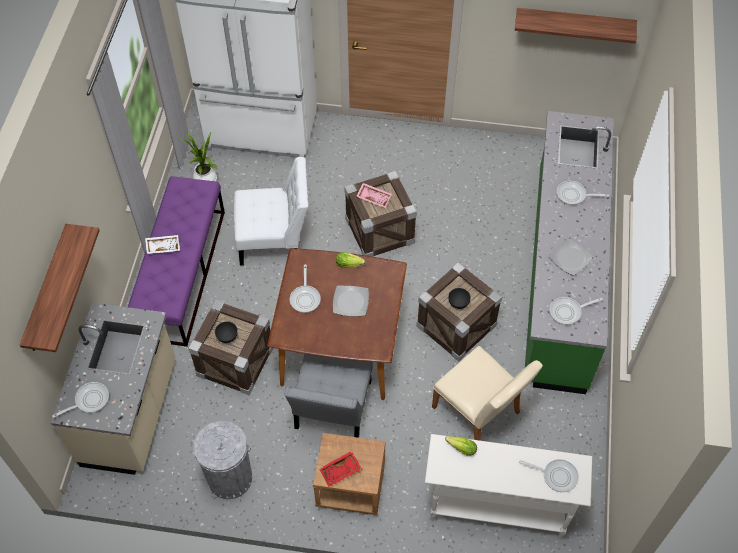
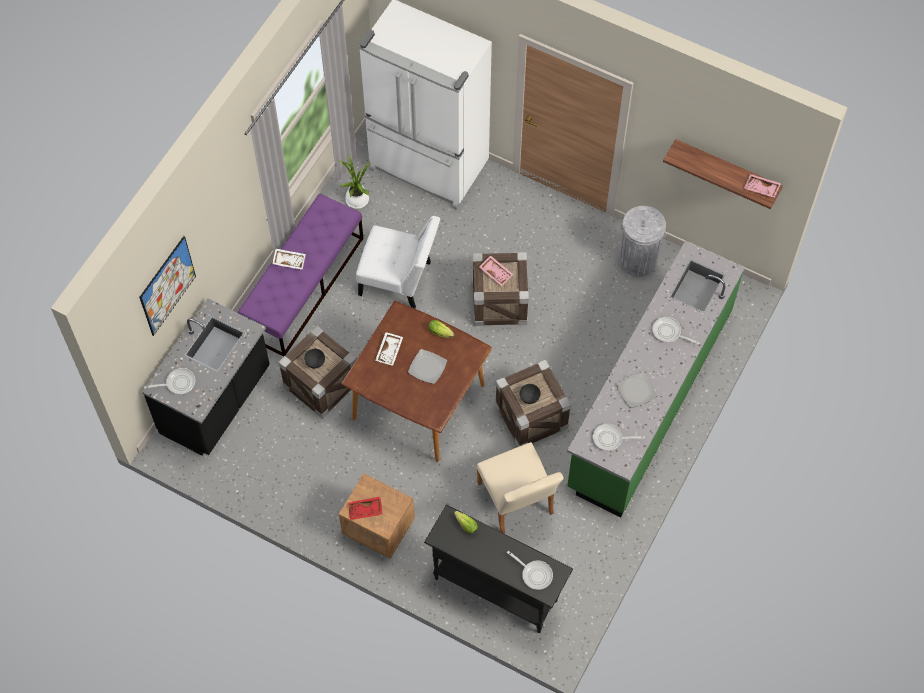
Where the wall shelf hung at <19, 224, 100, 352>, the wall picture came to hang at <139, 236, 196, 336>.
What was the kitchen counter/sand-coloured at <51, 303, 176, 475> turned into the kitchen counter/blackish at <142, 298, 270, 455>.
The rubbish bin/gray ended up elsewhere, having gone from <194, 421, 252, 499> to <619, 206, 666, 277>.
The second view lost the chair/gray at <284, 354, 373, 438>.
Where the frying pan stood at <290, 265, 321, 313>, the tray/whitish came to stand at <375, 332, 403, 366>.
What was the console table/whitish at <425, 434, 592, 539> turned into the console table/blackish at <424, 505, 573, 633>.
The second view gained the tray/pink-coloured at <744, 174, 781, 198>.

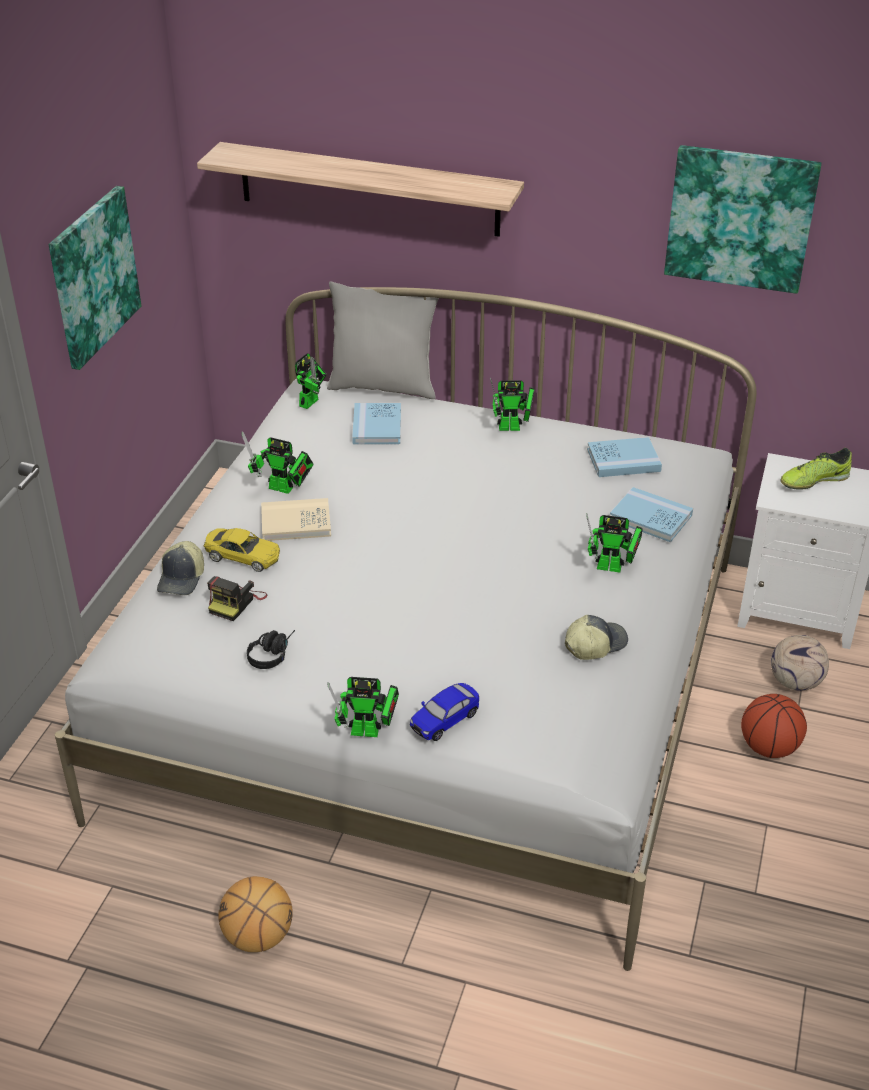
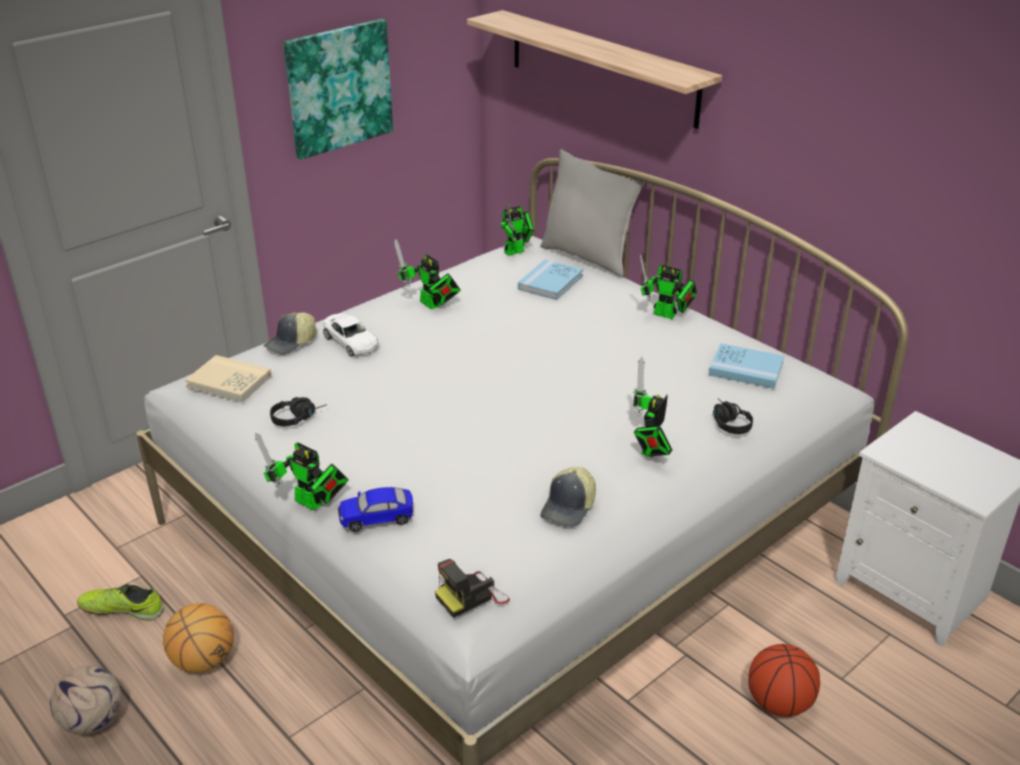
What was the toy car/yellow at <204, 528, 280, 572> turned into the toy car/whitish at <322, 313, 379, 357>.
The photo camera ended up elsewhere, having gone from <207, 576, 267, 621> to <435, 559, 510, 618>.
The volume/sand-coloured ended up elsewhere, having gone from <261, 498, 331, 541> to <185, 355, 272, 403>.
The baseball cap at <565, 615, 628, 660> ended up facing another way, 120 degrees clockwise from before.
The model robot at <586, 513, 643, 573> ended up facing another way, 75 degrees clockwise from before.
Where the volume/blue stood at <610, 487, 693, 542>, the pair of headphones/blackish came to stand at <713, 399, 753, 434>.
The second view lost the wall picture at <664, 145, 822, 294>.
The football ball ended up elsewhere, having gone from <771, 635, 829, 691> to <50, 666, 122, 735>.
The low shoe ended up elsewhere, having gone from <780, 448, 852, 490> to <77, 584, 164, 621>.

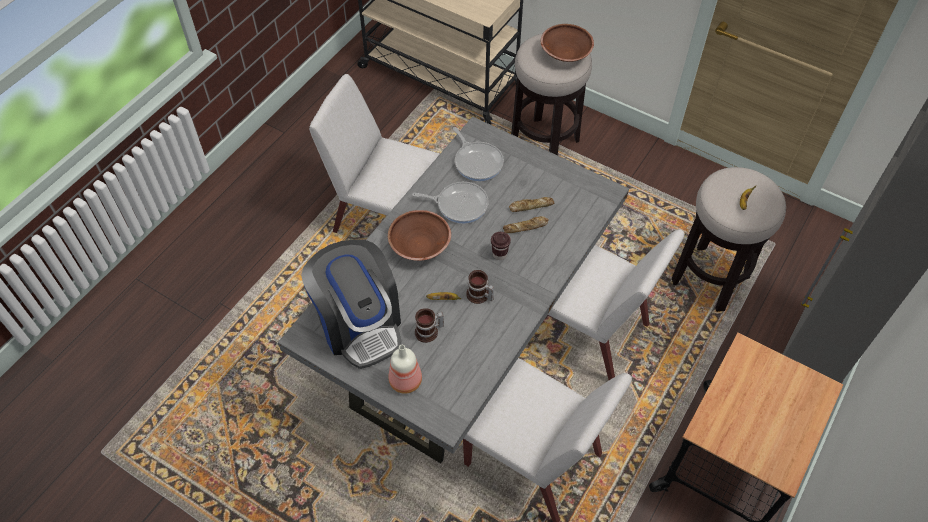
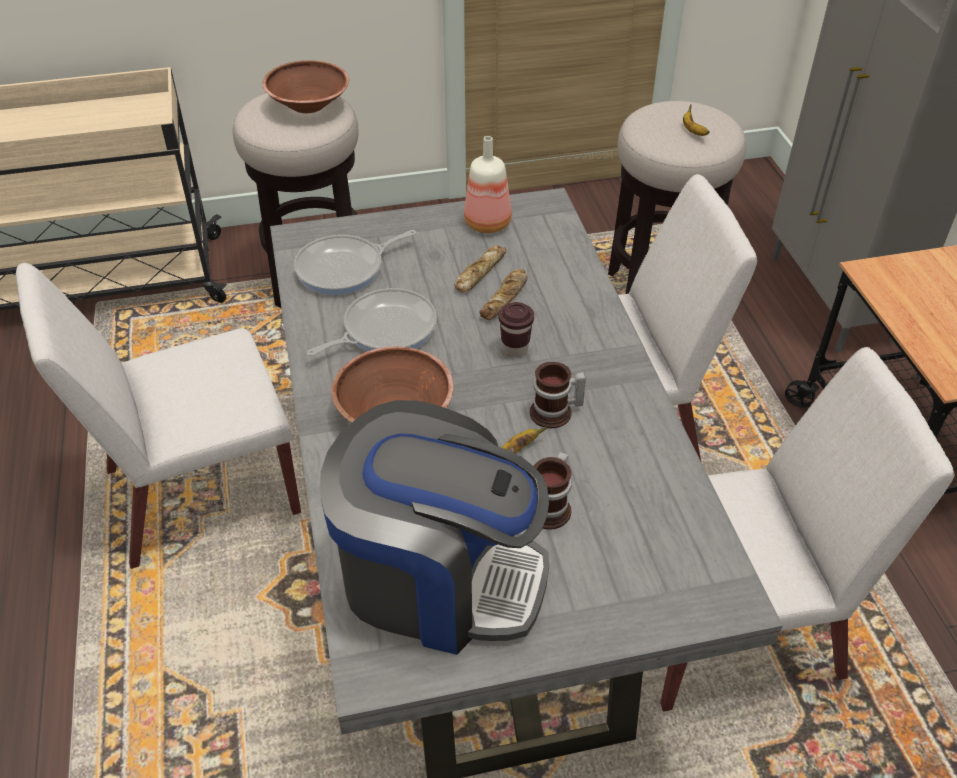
The beverage bottle ended up elsewhere, having gone from <389, 345, 422, 394> to <464, 136, 512, 233>.
The frying pan at <453, 127, 504, 181> ended up facing another way, 135 degrees clockwise from before.

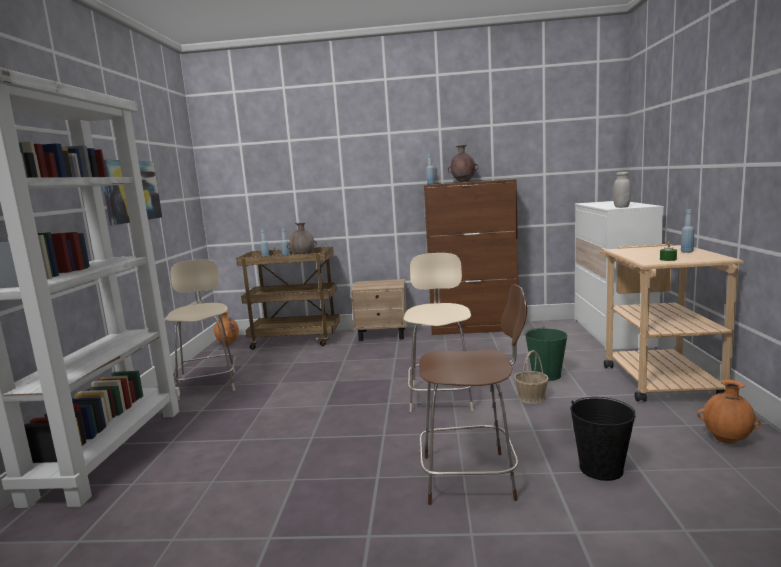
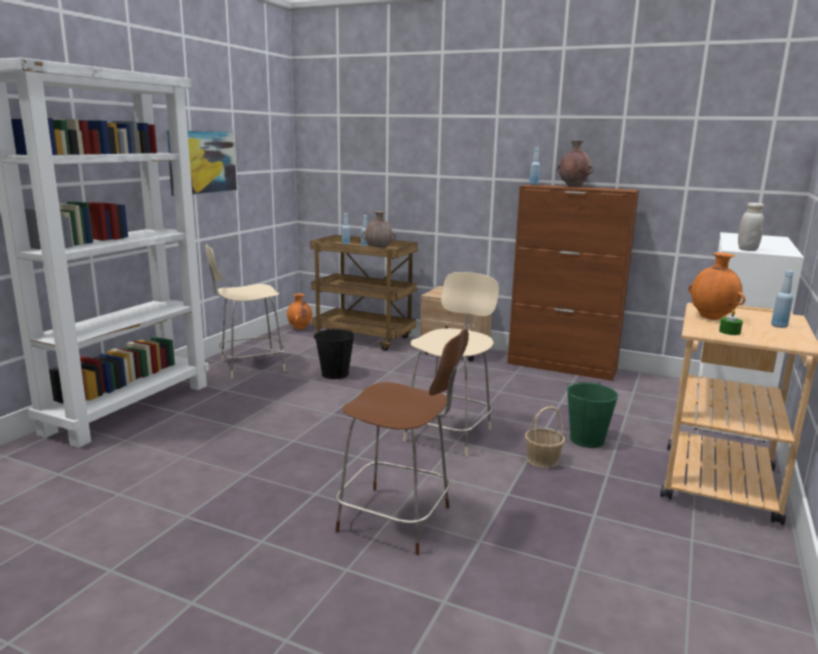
The chair/sand-coloured at <165, 259, 236, 400> ended up facing another way, 120 degrees counterclockwise from before.
The bucket/blackish ended up elsewhere, having gone from <570, 397, 636, 481> to <315, 328, 355, 379>.
The vase/orangey ended up elsewhere, having gone from <697, 380, 761, 444> to <688, 252, 745, 320>.

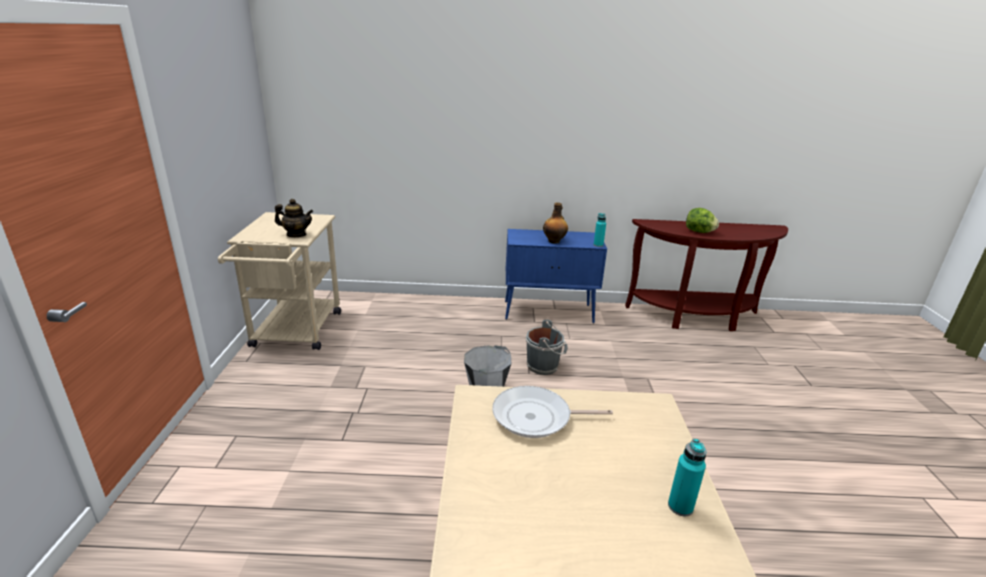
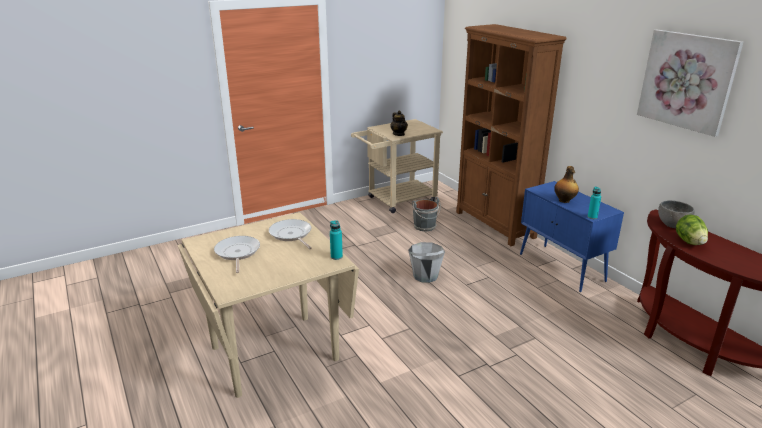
The bucket/gray ended up elsewhere, having gone from <526, 319, 567, 375> to <412, 197, 441, 231>.
The beverage bottle/blue-green ended up elsewhere, having gone from <668, 439, 706, 516> to <330, 220, 343, 260>.
The second view gained the frying pan at <214, 236, 260, 273>.
The second view gained the shelving unit/brown-coloured at <456, 24, 566, 246>.
The second view gained the wall picture at <637, 30, 743, 137>.
The second view gained the bowl/gray at <658, 200, 695, 228>.

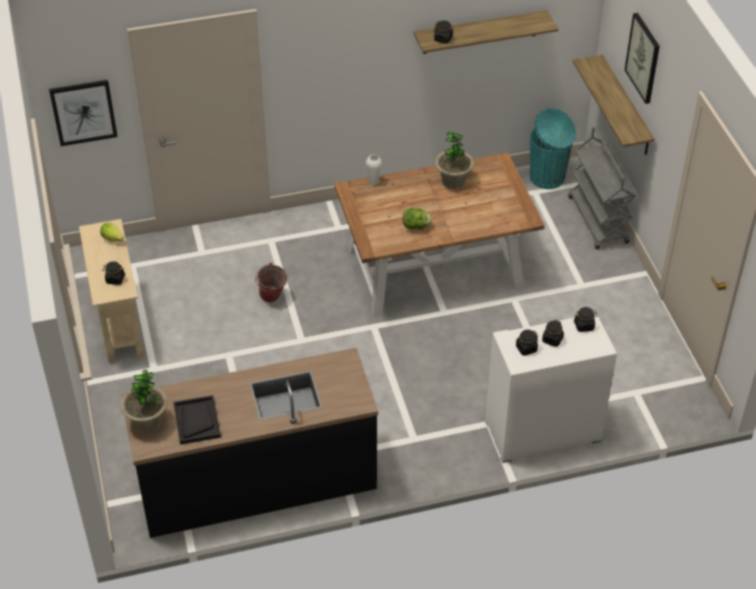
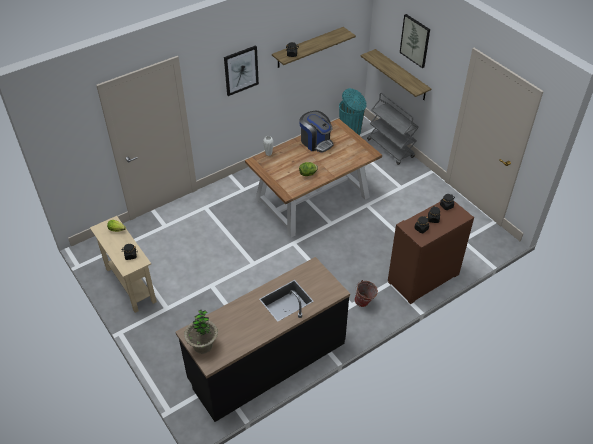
The wall picture ended up elsewhere, having gone from <49, 80, 118, 146> to <224, 45, 259, 96>.
The second view lost the tray/blackish at <173, 395, 221, 445>.
The bucket ended up elsewhere, having gone from <255, 263, 287, 302> to <354, 280, 378, 307>.
Where the plant in a pot stood at <435, 131, 474, 189>, the coffee brewer came to stand at <299, 111, 334, 152>.
What was the cabinet/whitish at <486, 312, 617, 463> turned into the cabinet/brown-coloured at <388, 200, 474, 304>.

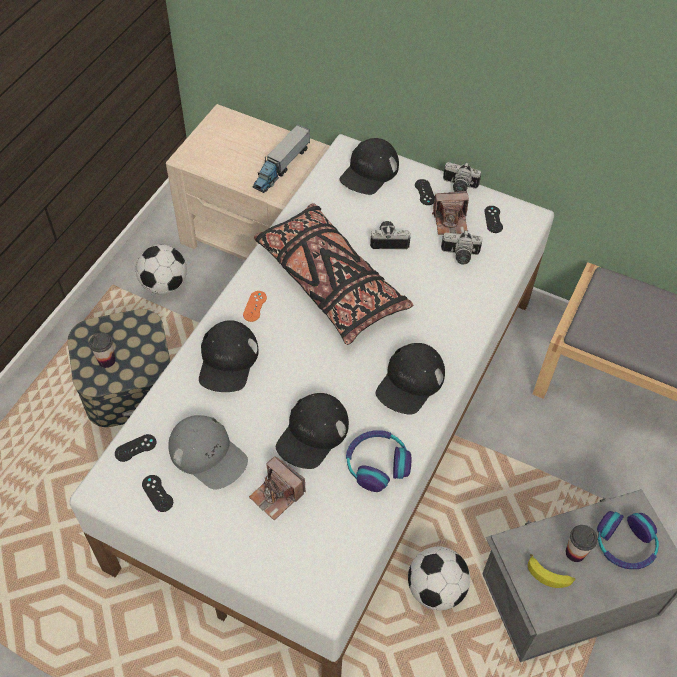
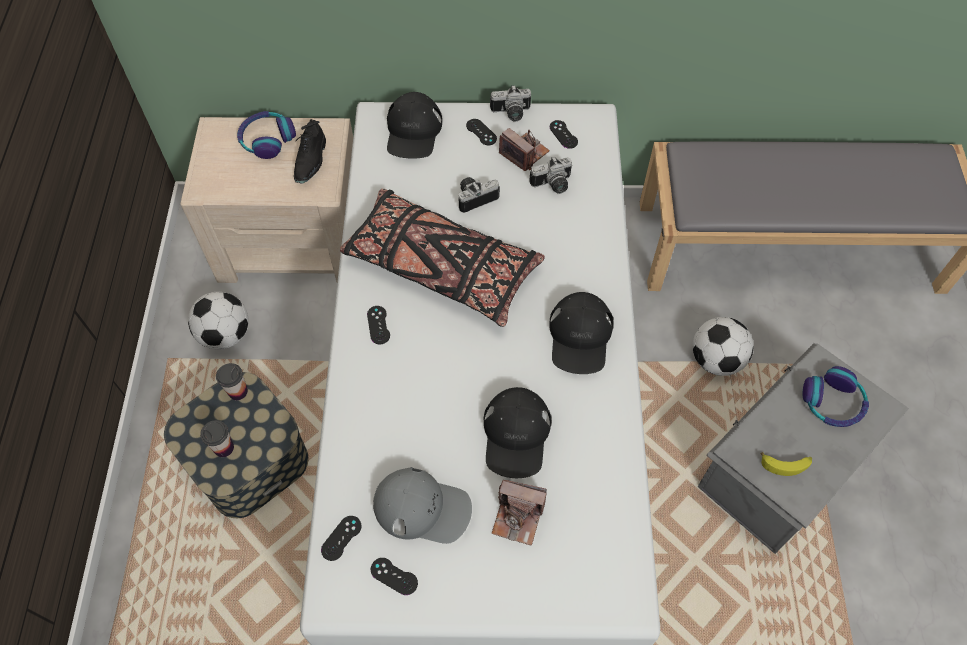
The second view lost the baseball cap/blackish at <199, 320, 259, 392>.
What was the game controller/orangey at <243, 291, 267, 322> turned into the game controller/blackish at <367, 306, 390, 344>.
Where the toy truck stood at <252, 124, 310, 193>, the low shoe/blackish came to stand at <294, 119, 326, 184>.
The pair of headphones ended up elsewhere, having gone from <346, 430, 411, 492> to <237, 111, 296, 159>.
The football ball ended up elsewhere, having gone from <408, 547, 470, 610> to <693, 317, 753, 376>.
The photo camera at <432, 191, 469, 235> ended up facing another way, 105 degrees counterclockwise from before.
The small cup ended up elsewhere, having gone from <566, 525, 598, 562> to <216, 363, 248, 400>.

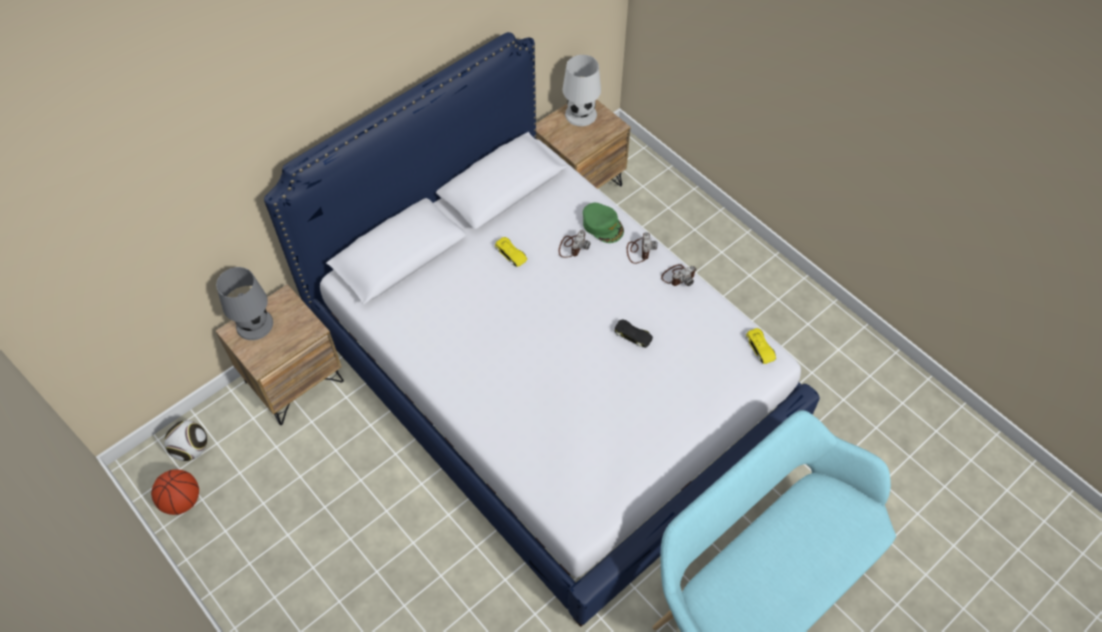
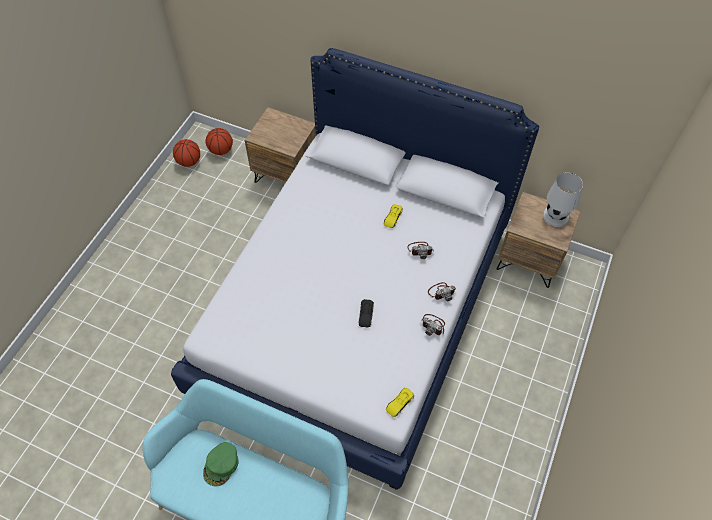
Where the football ball stood at <164, 420, 207, 461>, the ball for basketball came to stand at <205, 128, 233, 155>.
The second view lost the table lamp/gray at <216, 267, 273, 340>.
The baseball cap/green-coloured ended up elsewhere, having gone from <583, 203, 624, 243> to <203, 442, 238, 487>.

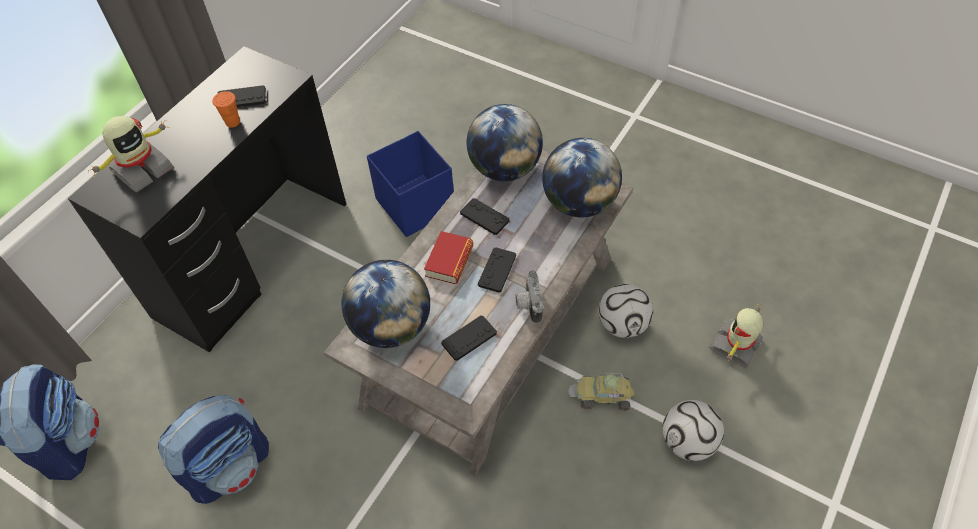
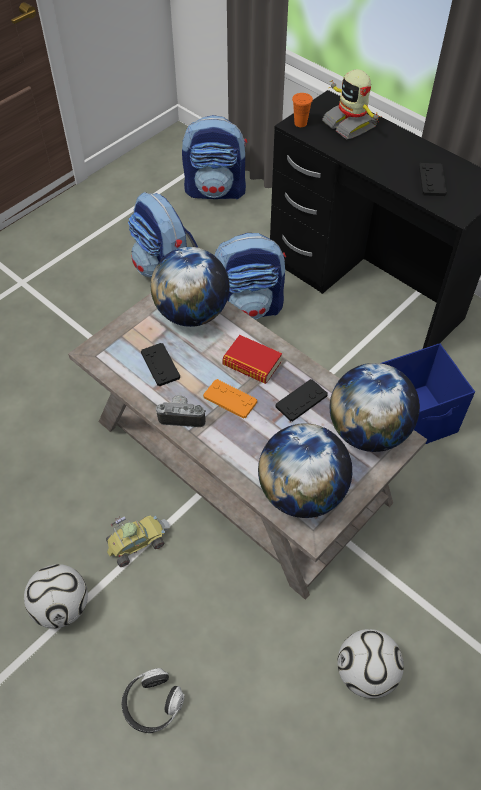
The small cup/orangey ended up elsewhere, having gone from <212, 91, 240, 128> to <292, 93, 313, 127>.
What was the game controller/blackish at <478, 247, 516, 293> turned into the game controller/orangey at <203, 379, 257, 419>.
The toy car at <568, 373, 634, 411> ended up facing another way, 45 degrees clockwise from before.
The football ball ended up elsewhere, having gone from <598, 284, 653, 338> to <337, 629, 404, 699>.
Where the model robot stood at <709, 305, 763, 368>, the pair of headphones came to stand at <122, 668, 184, 733>.
The second view gained the rucksack at <214, 233, 286, 319>.

